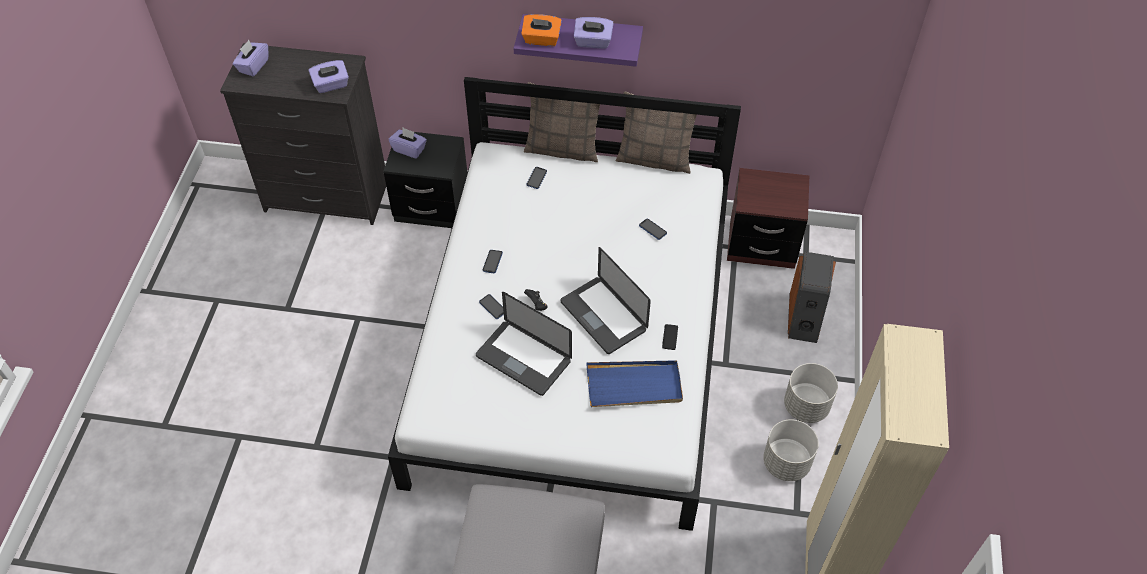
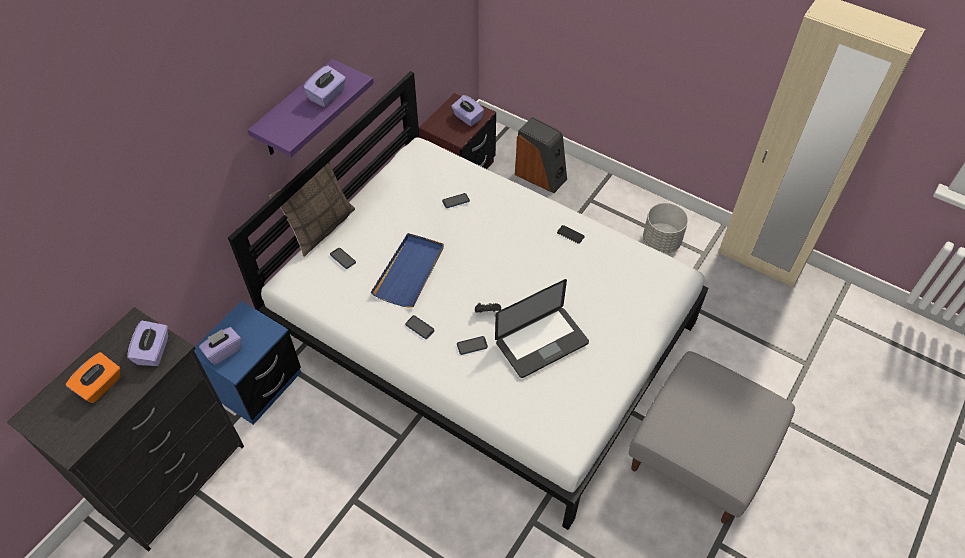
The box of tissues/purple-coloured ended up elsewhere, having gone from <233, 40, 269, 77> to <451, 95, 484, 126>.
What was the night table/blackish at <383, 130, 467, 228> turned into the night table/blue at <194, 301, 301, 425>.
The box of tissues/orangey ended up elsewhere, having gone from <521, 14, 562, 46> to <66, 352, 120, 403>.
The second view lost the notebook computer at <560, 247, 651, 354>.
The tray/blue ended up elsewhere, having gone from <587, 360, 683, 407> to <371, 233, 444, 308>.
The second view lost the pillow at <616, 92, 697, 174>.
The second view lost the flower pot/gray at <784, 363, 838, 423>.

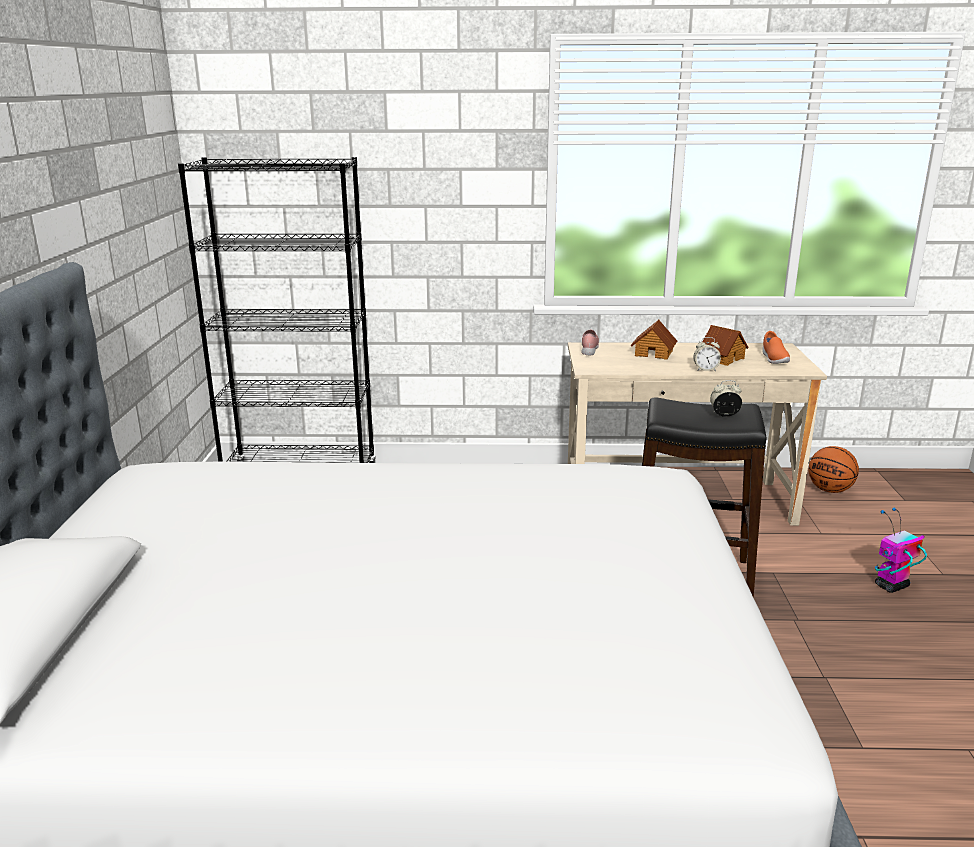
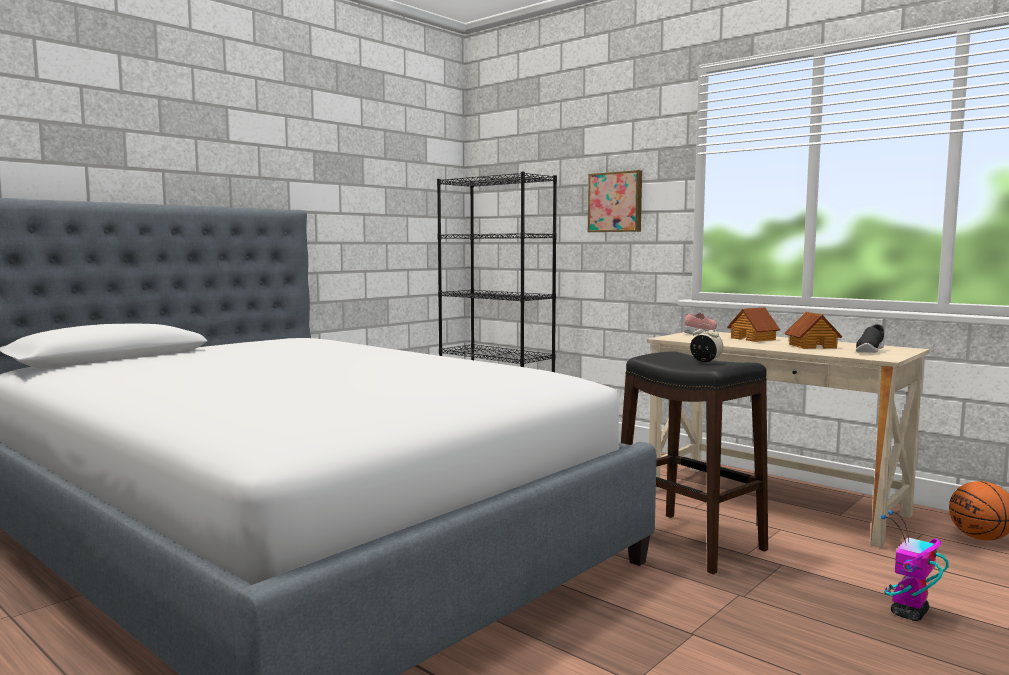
The second view lost the table clock at <693, 337, 721, 371>.
What was the low shoe/orangey at <762, 331, 790, 364> turned into the low shoe/blackish at <856, 324, 884, 353>.
The model robot at <875, 507, 927, 593> ended up facing another way, 60 degrees counterclockwise from before.
The second view gained the wall picture at <588, 170, 642, 232>.

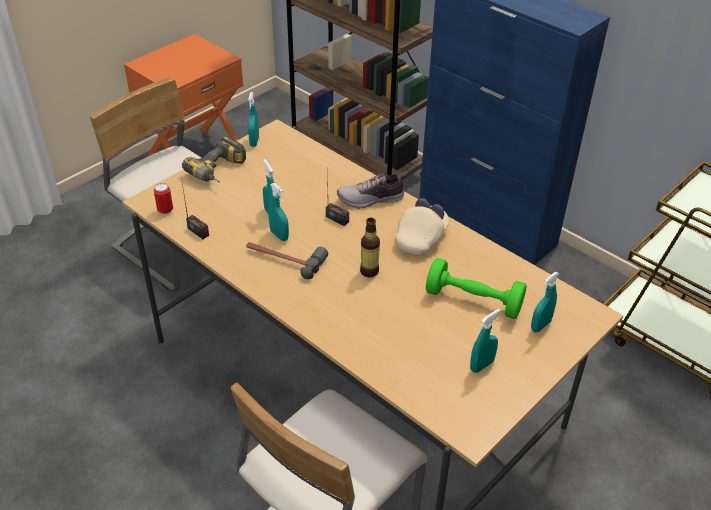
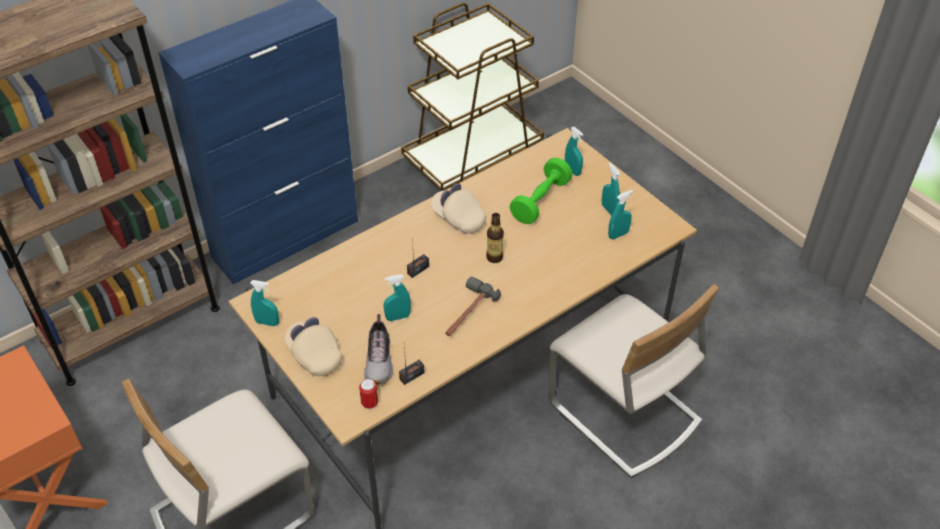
Where the drill stood at <182, 135, 246, 183>, the baseball cap/sand-coloured came to stand at <284, 317, 342, 376>.
The hand sprayer/blue-green ended up elsewhere, having gone from <269, 183, 289, 241> to <608, 190, 633, 239>.
The low shoe ended up elsewhere, having gone from <337, 173, 407, 209> to <364, 314, 393, 384>.

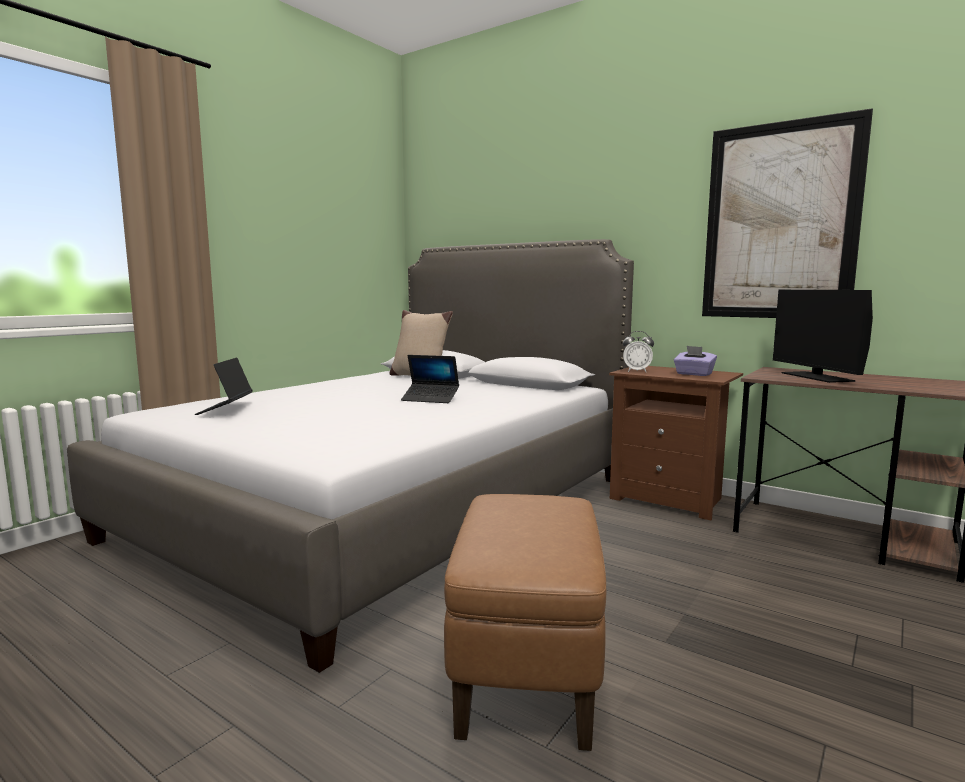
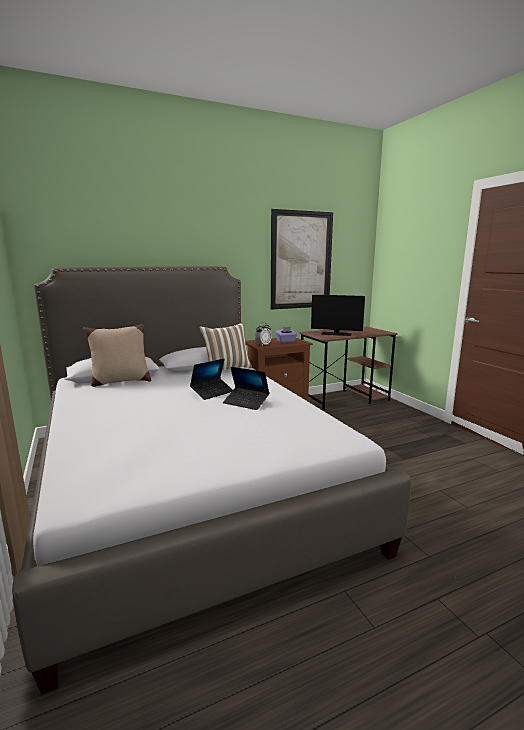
The notebook computer ended up elsewhere, having gone from <195, 358, 253, 415> to <223, 367, 270, 410>.
The second view lost the pouffe/brown-coloured at <444, 494, 606, 751>.
The second view gained the pillow at <200, 323, 252, 370>.

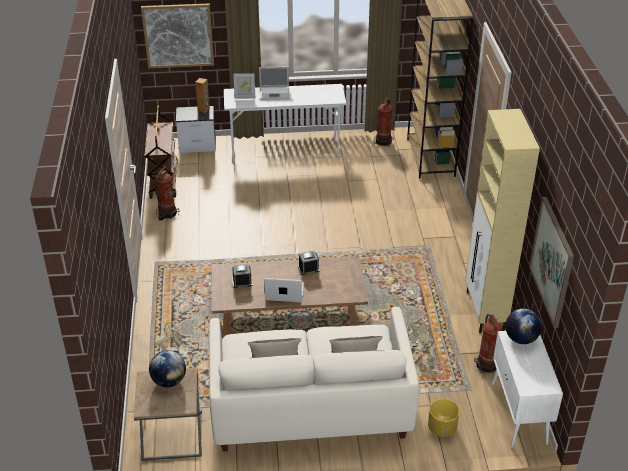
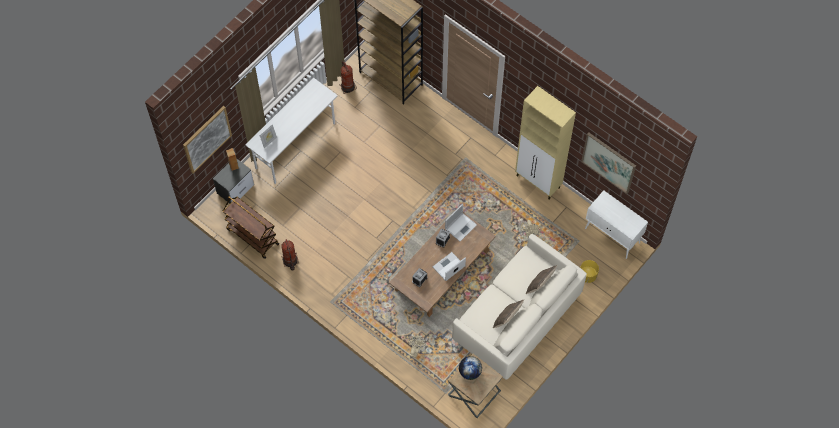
The notebook computer ended up elsewhere, having gone from <259, 67, 289, 100> to <445, 204, 477, 241>.
The second view lost the fire extinguisher at <474, 314, 503, 373>.
The second view lost the globe at <505, 309, 542, 344>.

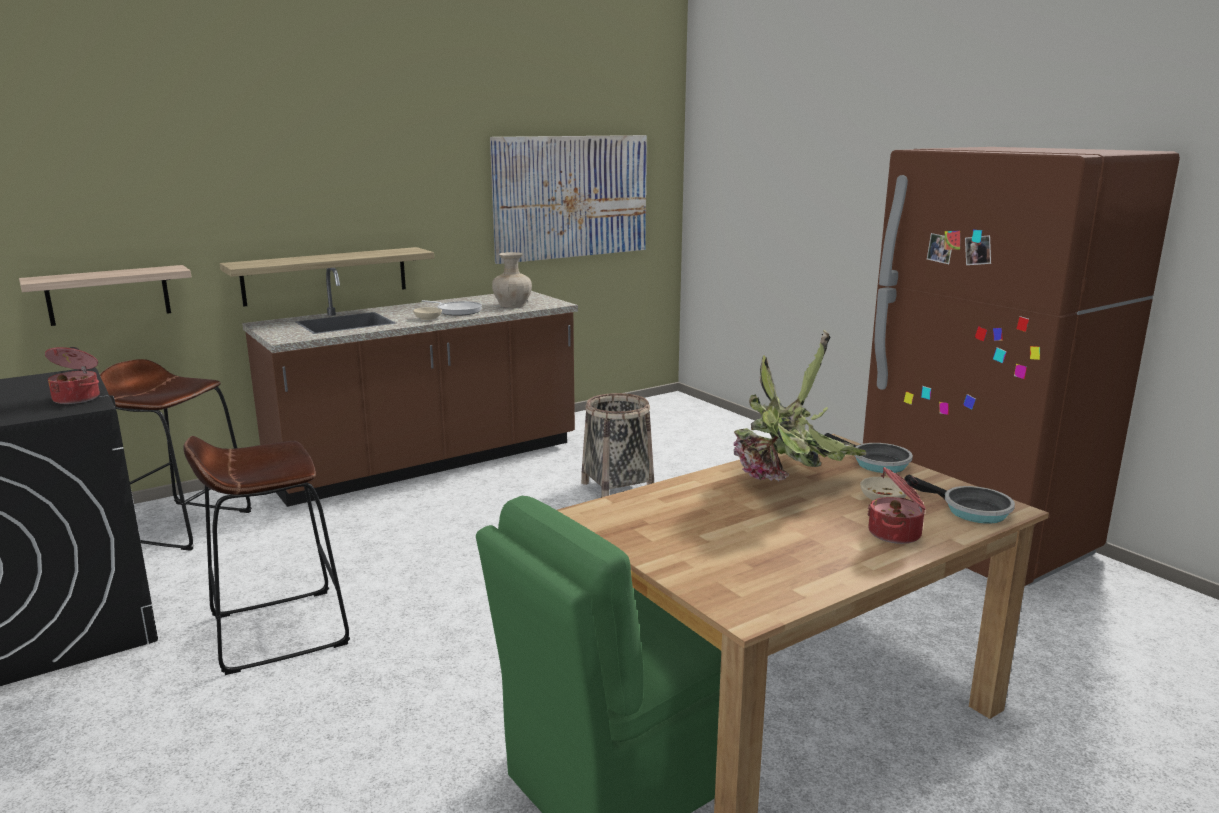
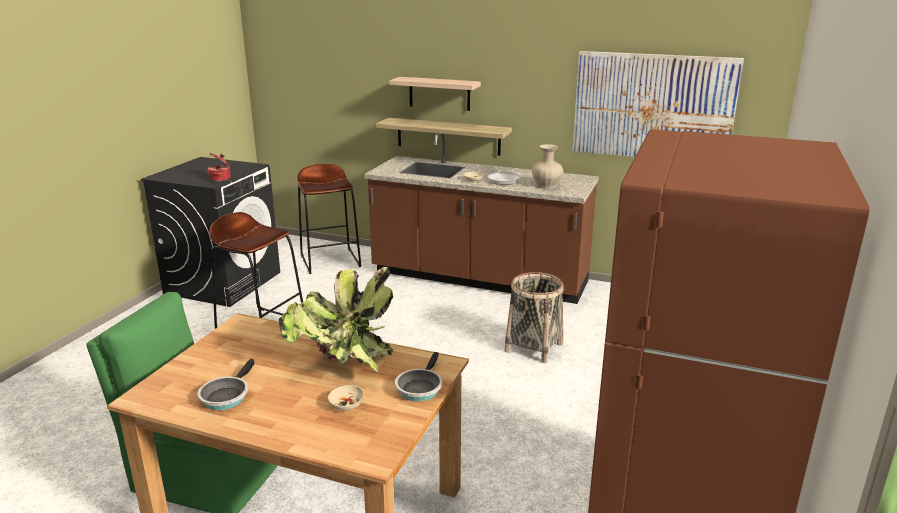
The wall shelf ended up elsewhere, having gone from <19, 265, 191, 326> to <389, 77, 481, 111>.
The second view lost the saucepot at <867, 467, 926, 544>.
The frying pan ended up elsewhere, having gone from <904, 475, 1015, 524> to <198, 359, 254, 410>.

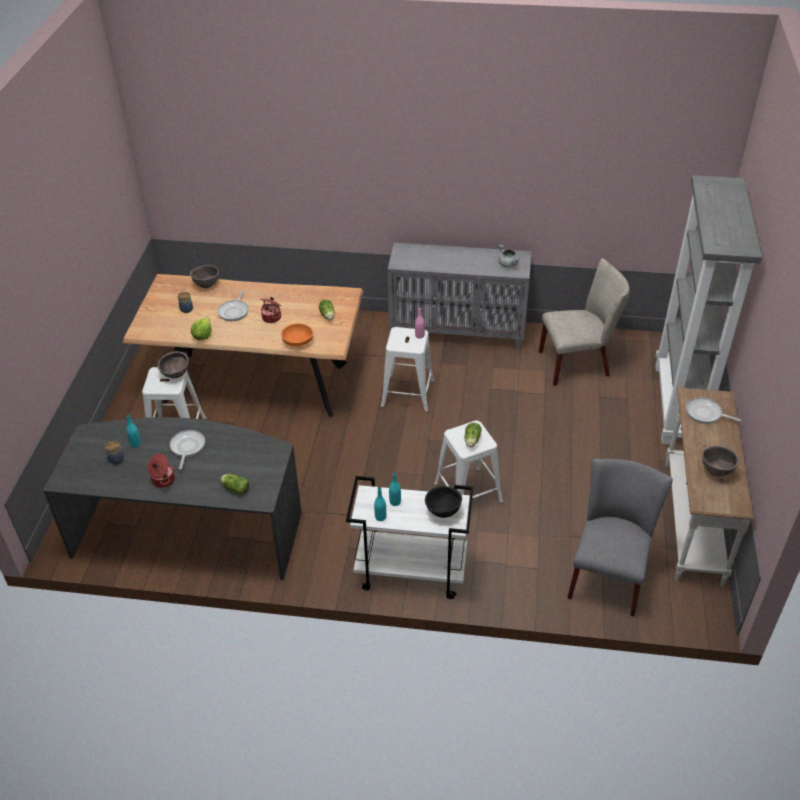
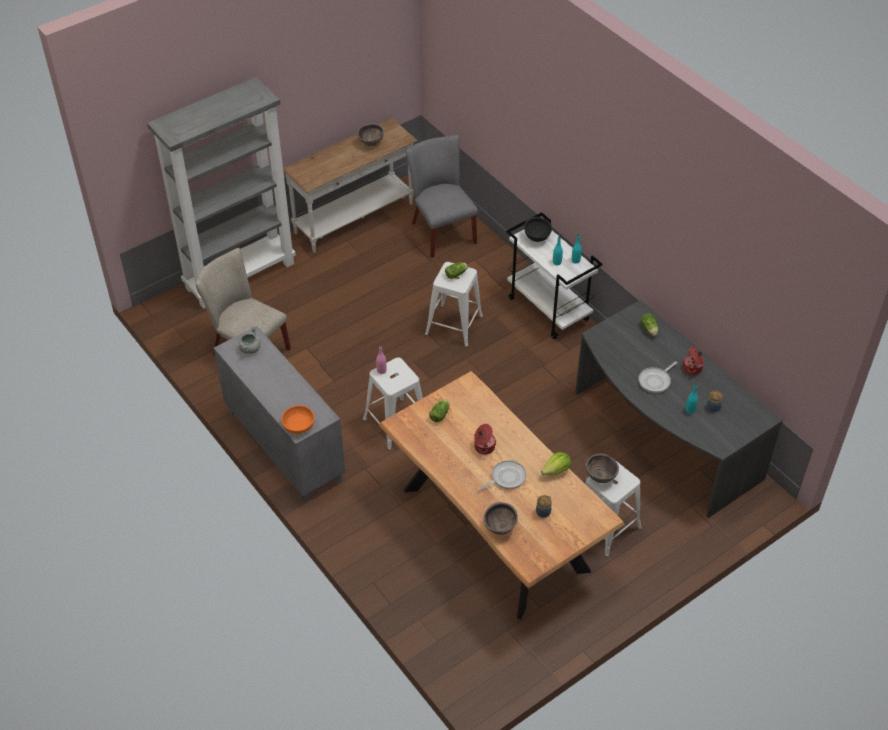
The bowl/orangey ended up elsewhere, having gone from <281, 323, 313, 347> to <281, 405, 315, 434>.
The chair/gray at <568, 459, 673, 617> ended up facing another way, 90 degrees clockwise from before.
The second view lost the frying pan at <686, 398, 741, 424>.

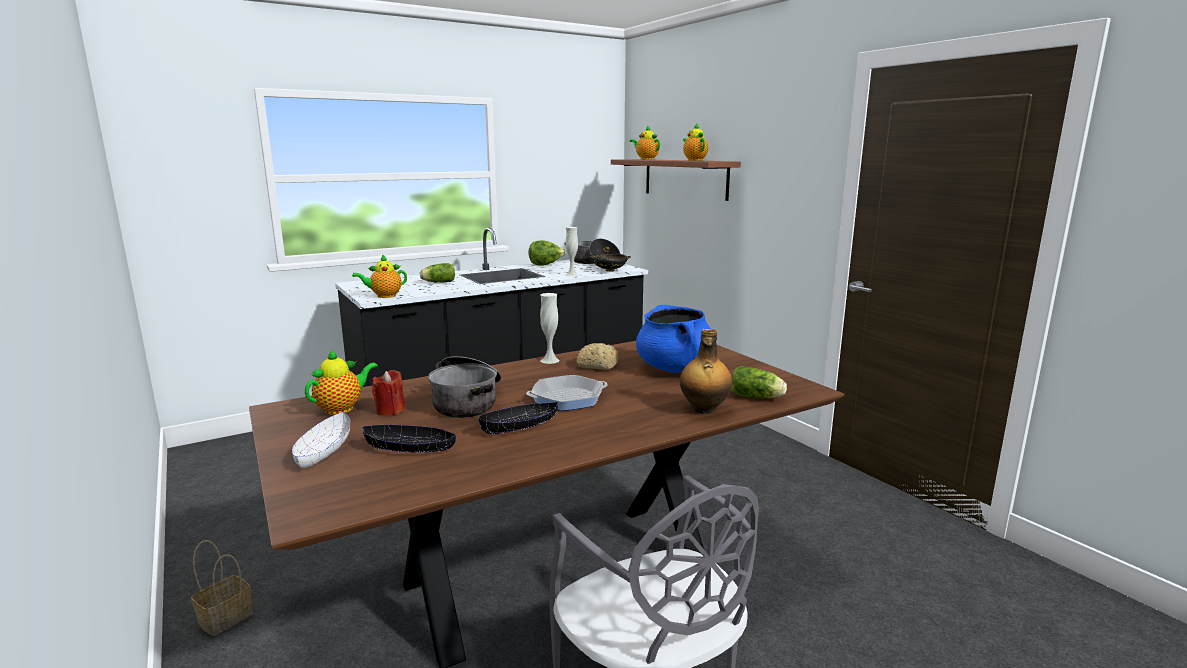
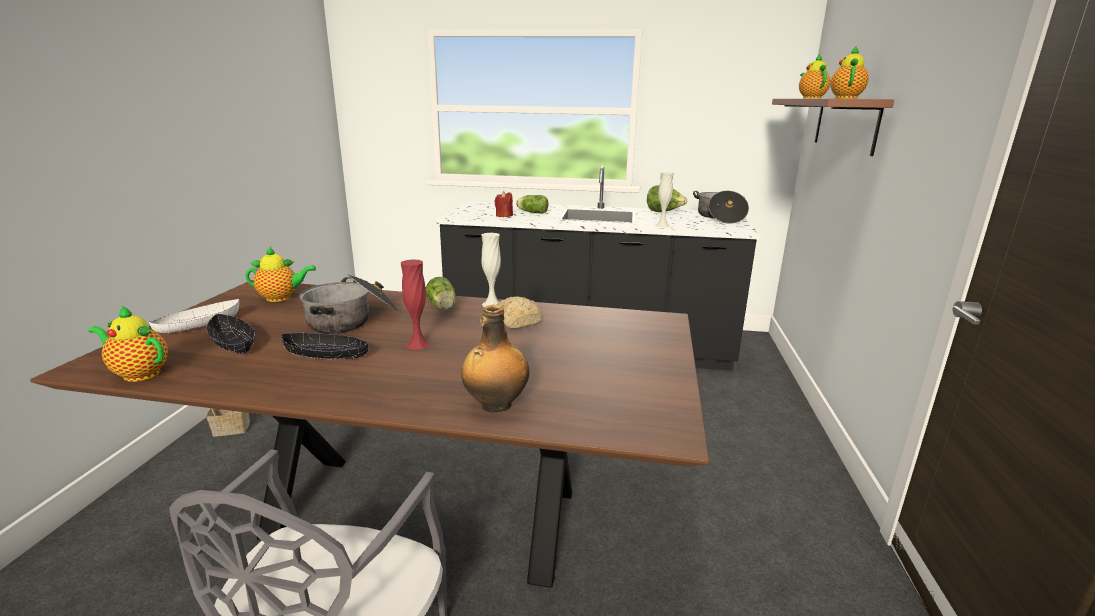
The teapot ended up elsewhere, having gone from <352, 254, 407, 298> to <88, 305, 168, 382>.
The candle/red-coloured ended up elsewhere, having gone from <372, 370, 405, 416> to <494, 191, 513, 217>.
Where the frying pan stood at <526, 375, 608, 411>, the vase/red-coloured came to stand at <401, 260, 431, 350>.
The second view lost the bowl/blackish at <589, 254, 631, 272>.
The second view lost the saucepot/blue at <636, 305, 711, 373>.
The lettuce head ended up elsewhere, having gone from <732, 366, 787, 399> to <426, 277, 456, 310>.

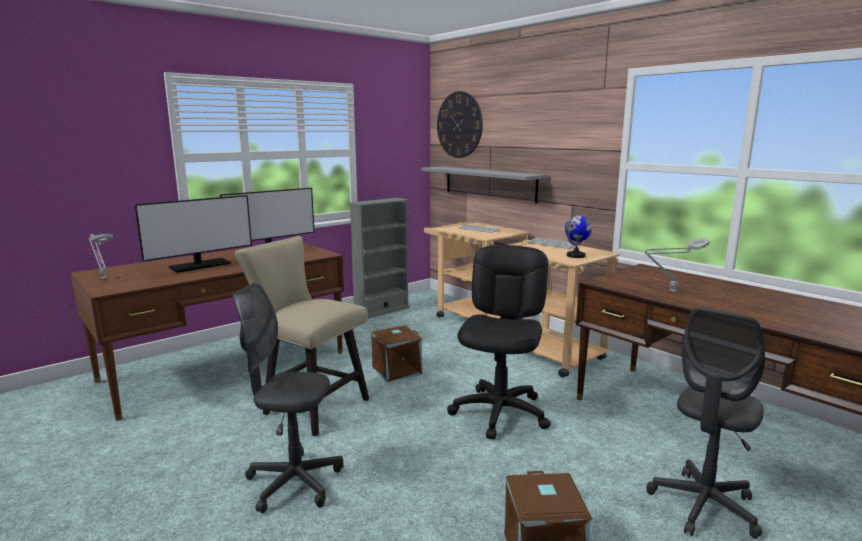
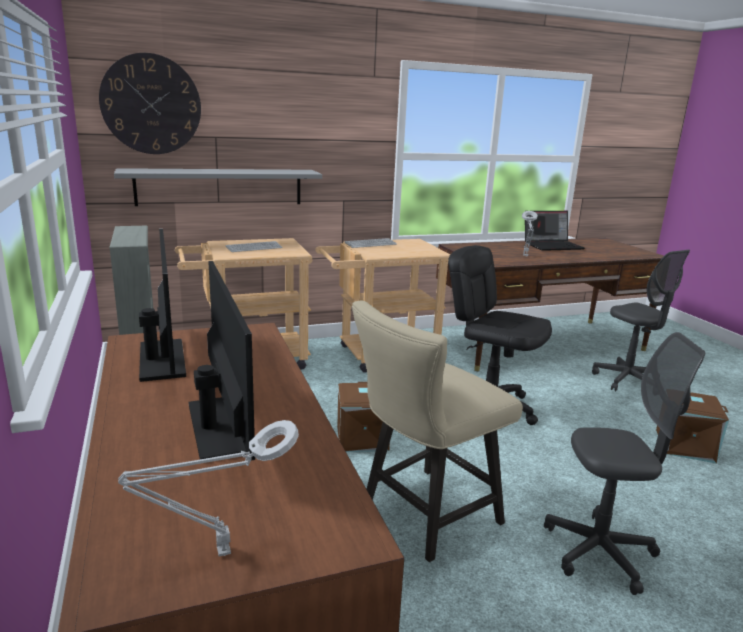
The computer chair/gray at <233, 282, 343, 513> ended up facing another way, 120 degrees counterclockwise from before.
The second view lost the globe at <565, 213, 592, 258>.
The second view gained the notebook computer at <525, 211, 585, 251>.

